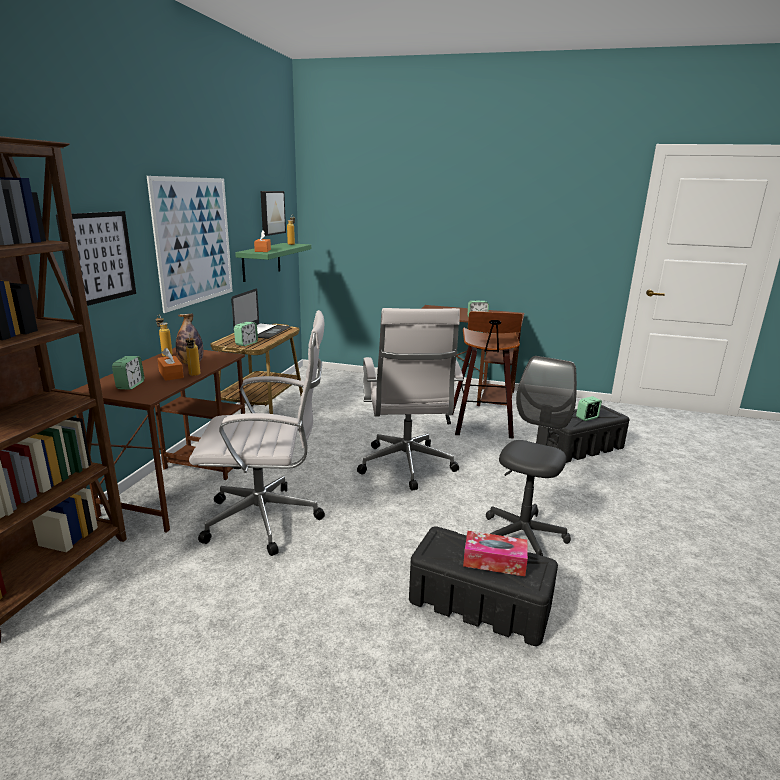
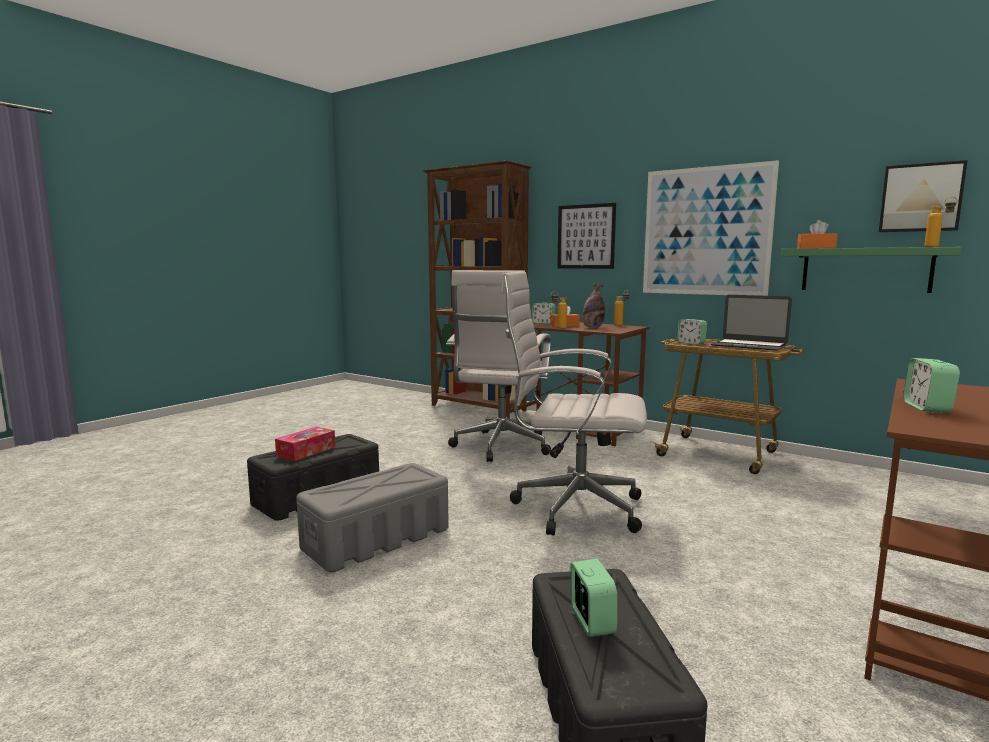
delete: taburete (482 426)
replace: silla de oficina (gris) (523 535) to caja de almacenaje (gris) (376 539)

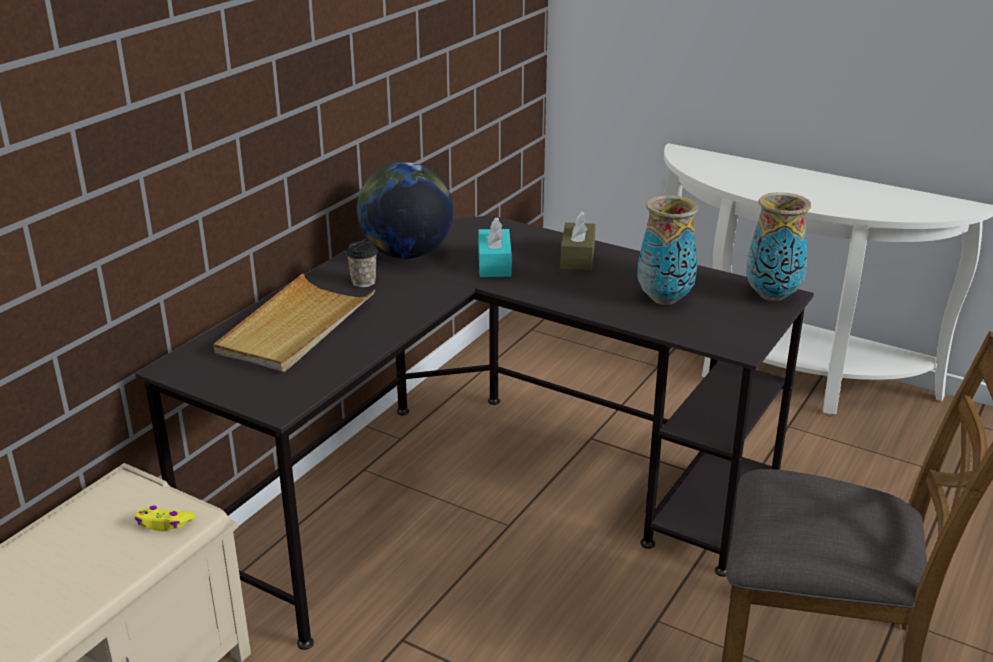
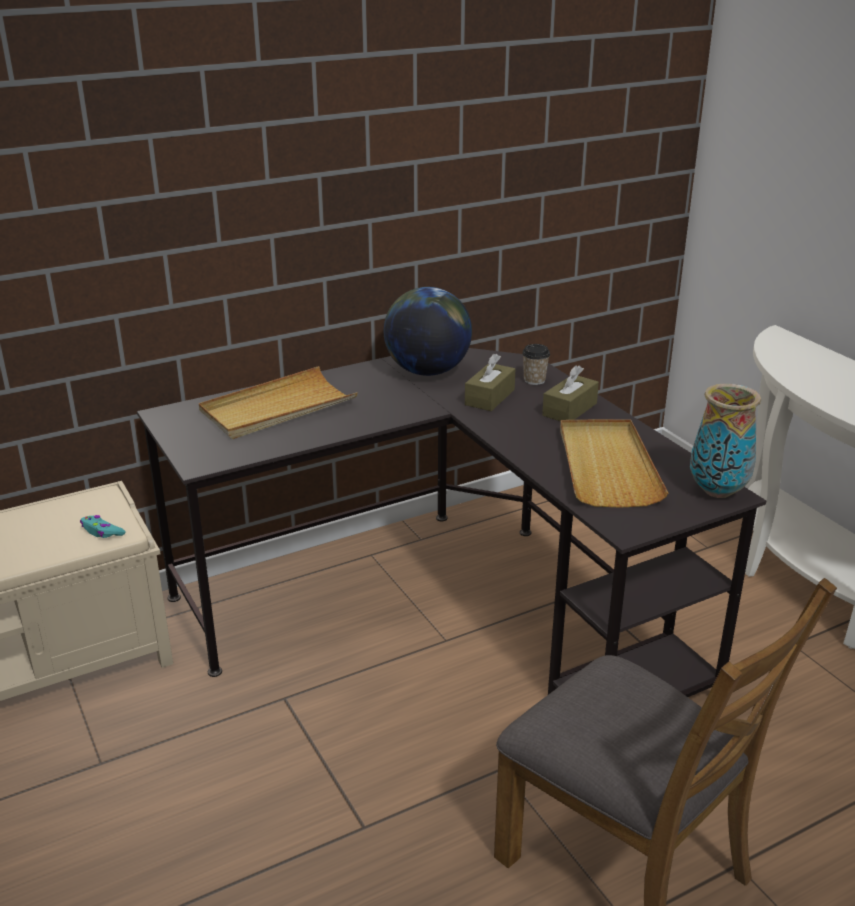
move: taza (363 282) to (534 380)
replace: florero (664 299) to bandeja (beis) (606 466)
recolor: mando de consola (amarillo) (164 523) to mando de consola (turquesa) (102 532); caja de pañuelos (turquesa) (494 264) to caja de pañuelos (marrón) (489 397)

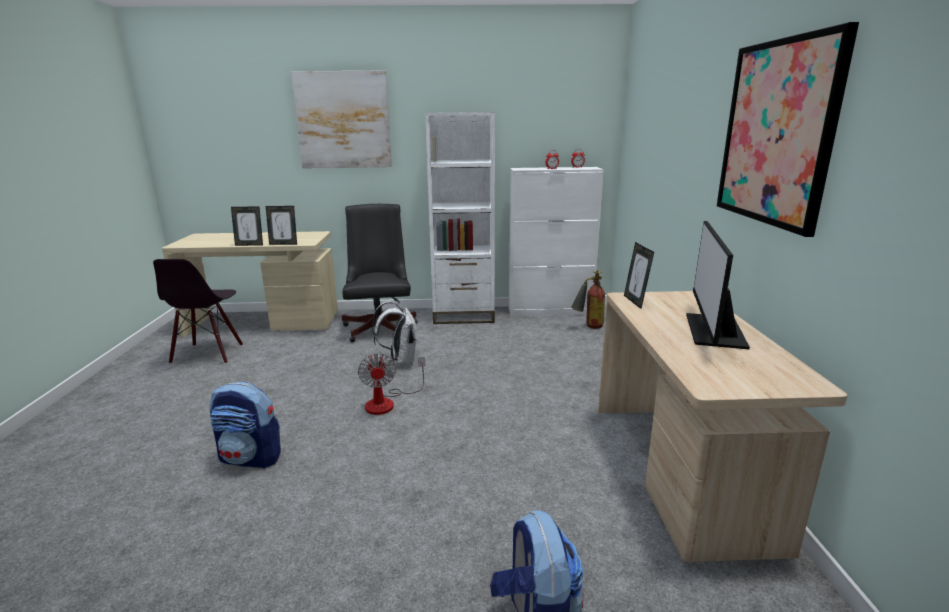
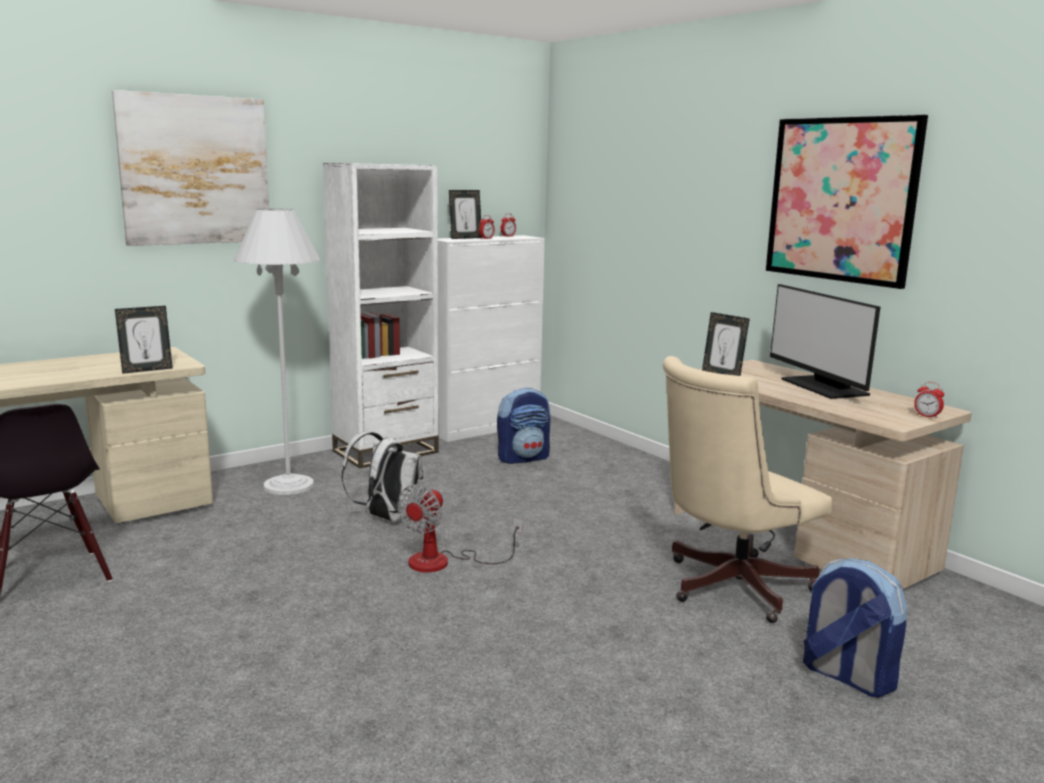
delete: extintor (588 327)
insert: silla de oficina (beis) (728 587); despertador (927 416)
move: mochila (251 458) to (523 458); portarretratos (250 245) to (465 238)
replace: silla de oficina (negro) (380 327) to lámpara de pie (blanco) (288 485)
rotate: ventilador (387 402) = (443 562) 75 degrees clockwise

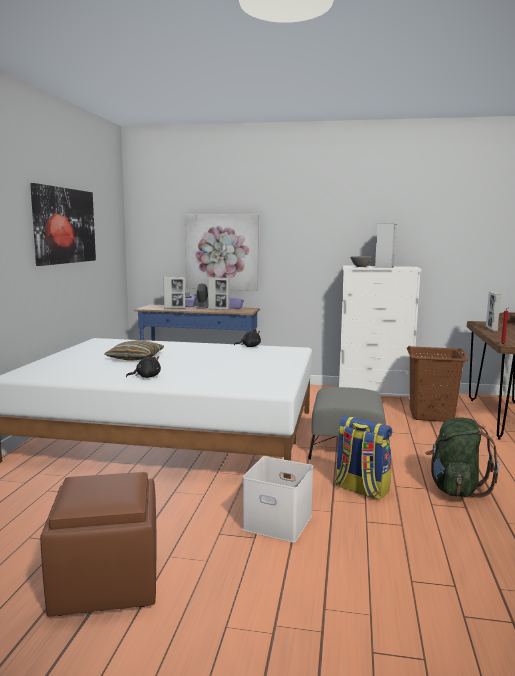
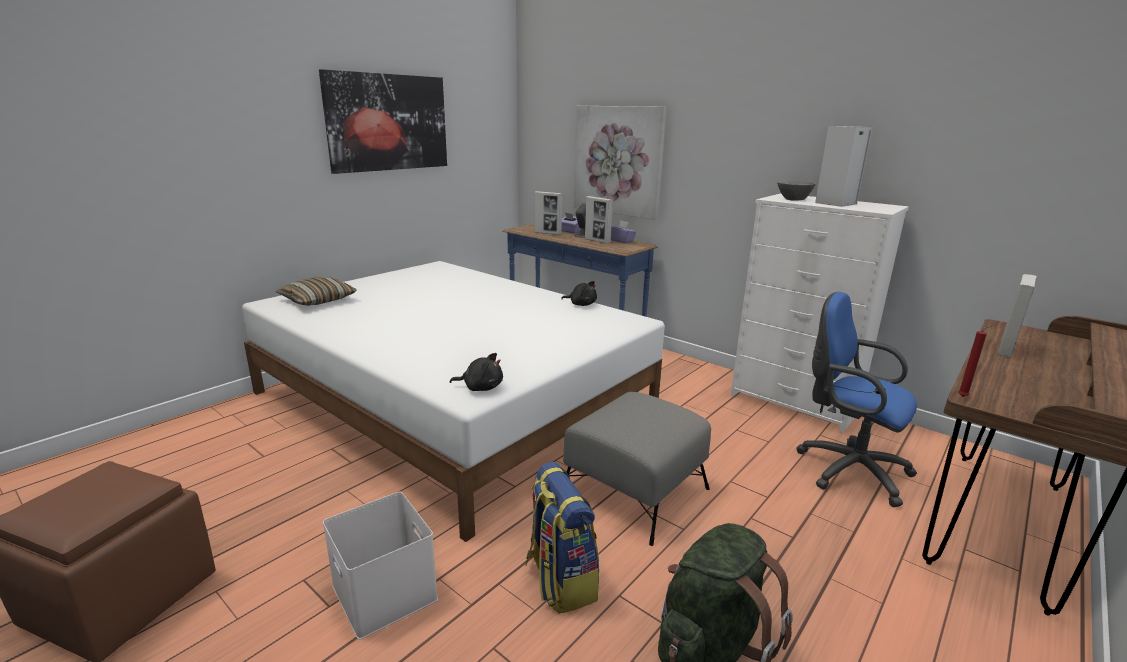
move: cojín (135 358) to (318 300); peluche (negro) (146 377) to (481 387)
replace: cesto de la ropa (marrón) (430 415) to silla de oficina (azul) (847 469)

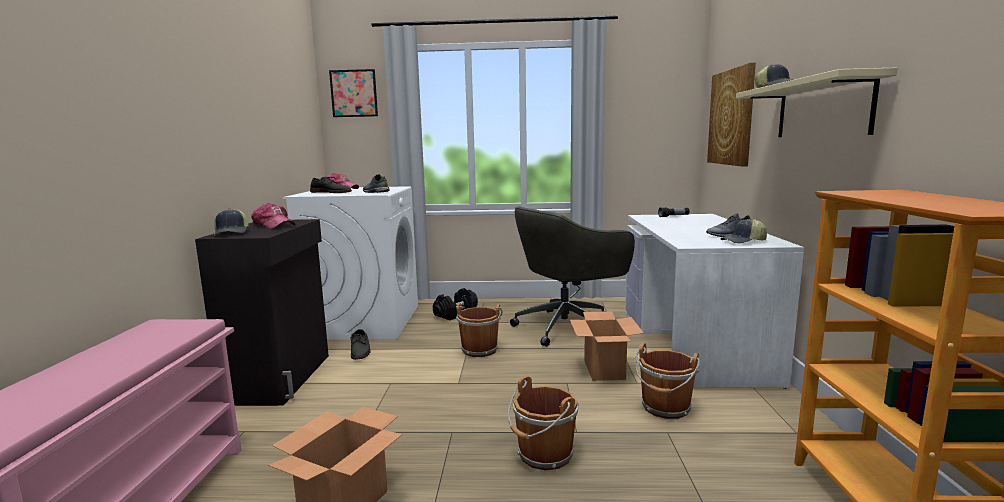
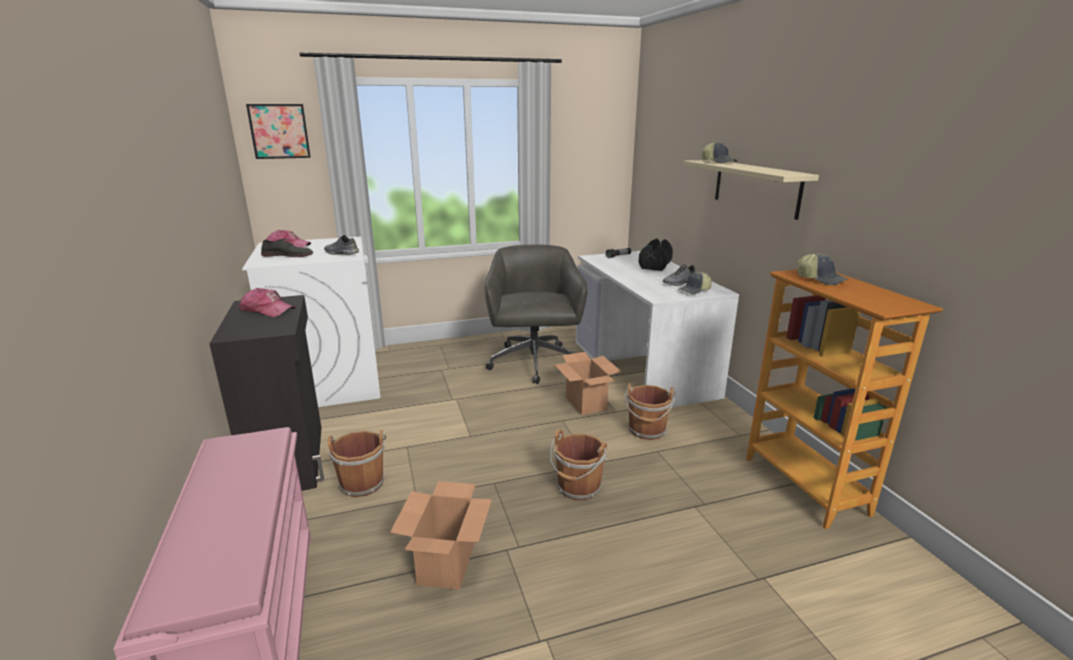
delete: zapato (gris) (360 351); cuadro (732 117)
move: gorra (232 233) to (821 279); mancuerna (negro) (456 314) to (655 265); cubo (marrón) (479 349) to (362 482)
rotate: silla de oficina (gris) (567 327) = (534 363) 135 degrees clockwise

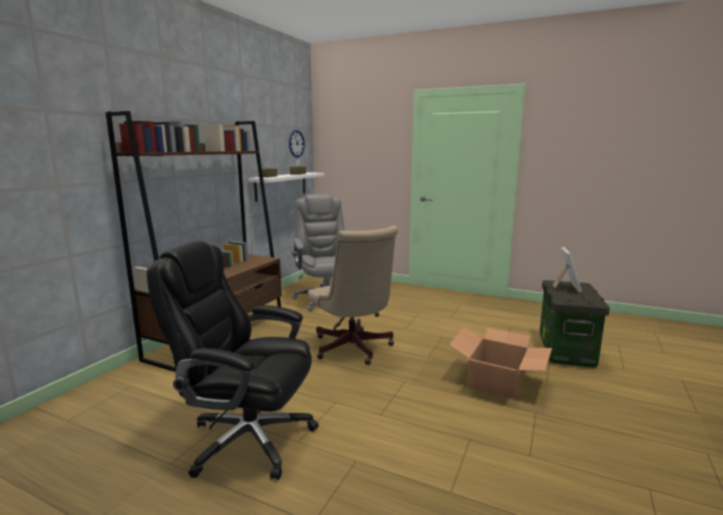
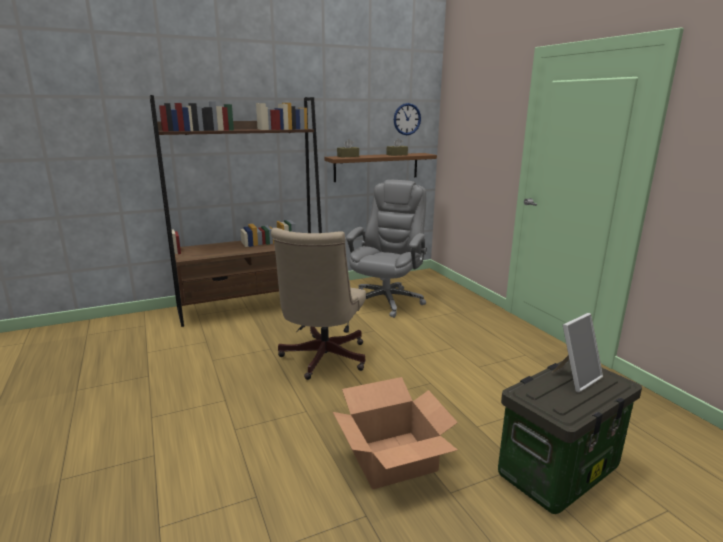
delete: silla de oficina (negro) (247 438)
recolor: estante (blanco) (281 186) to estante (marrón) (376 167)

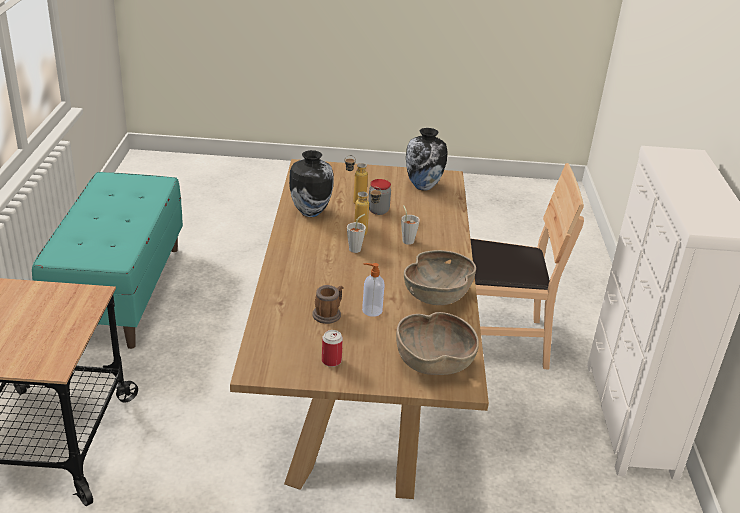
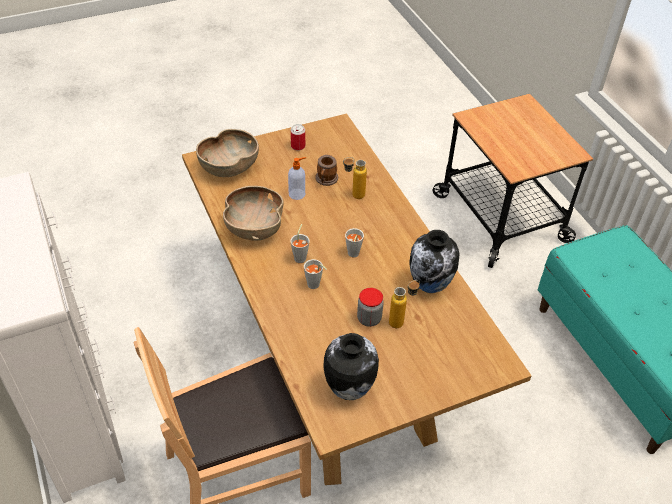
insert: taza (gris) (301 256)
move: botella (366 234) to (353 196)

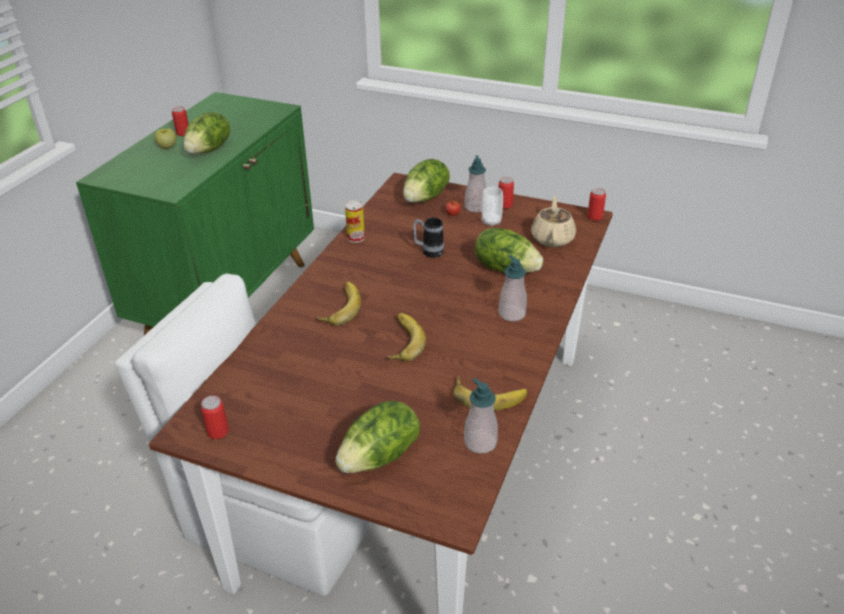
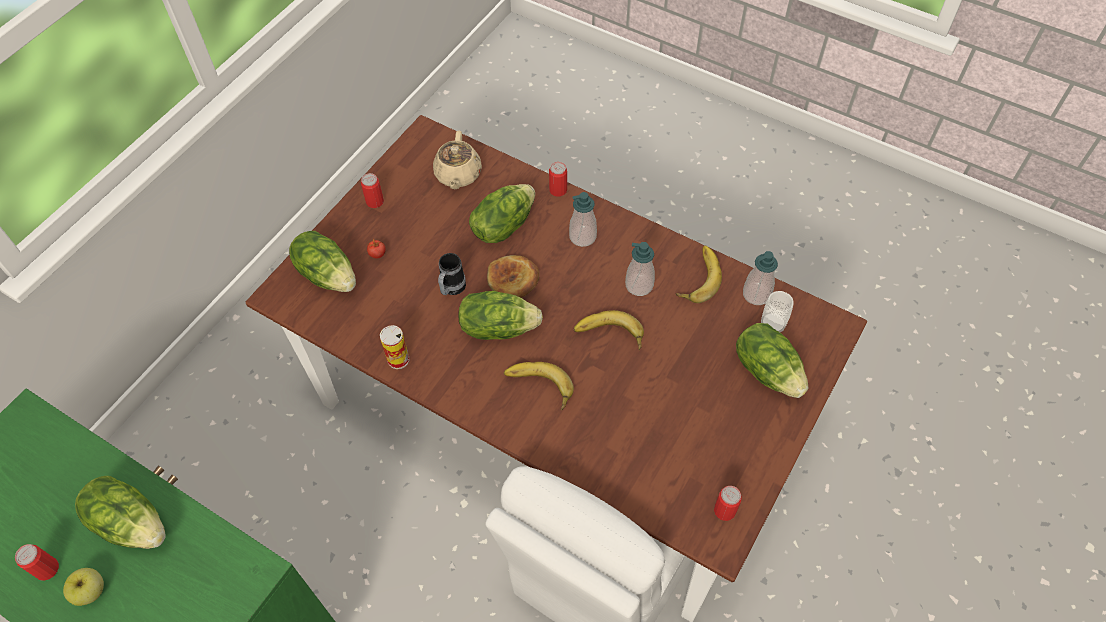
insert: lechuga (498 327); pan (512 279)
move: dispensador de jabón (475 207) to (639 285); taza (491 222) to (772 325); lata (594 217) to (558 190)
rotate: tetera (beis) (552 238) = (458 175) 105 degrees counterclockwise

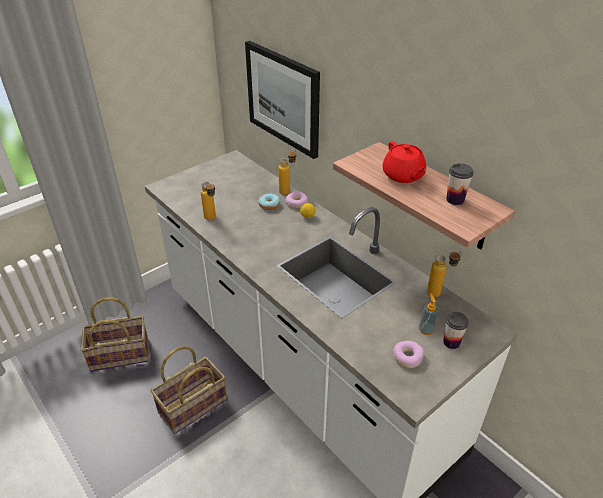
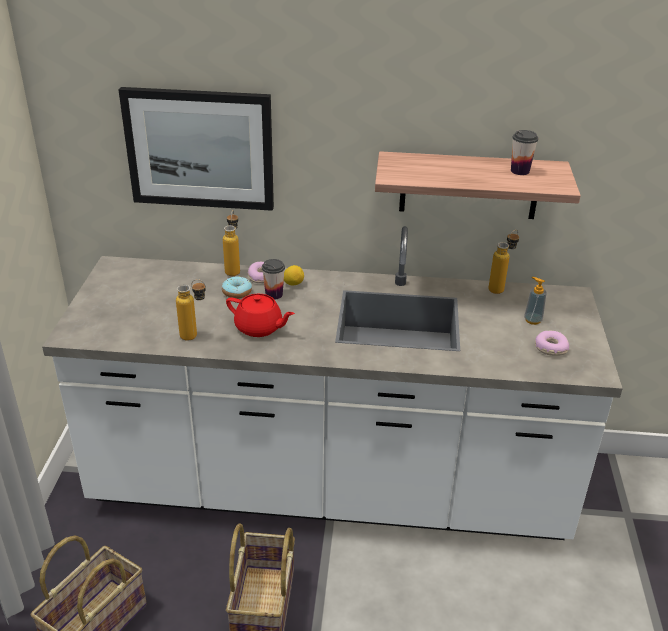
move: tetera (rojo) (403 176) to (259 328); taza (451 342) to (274 294)

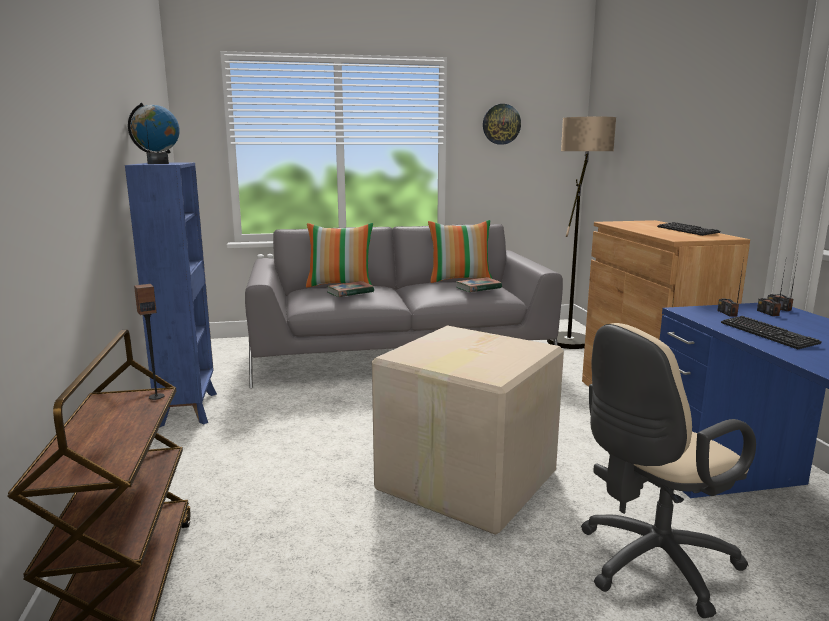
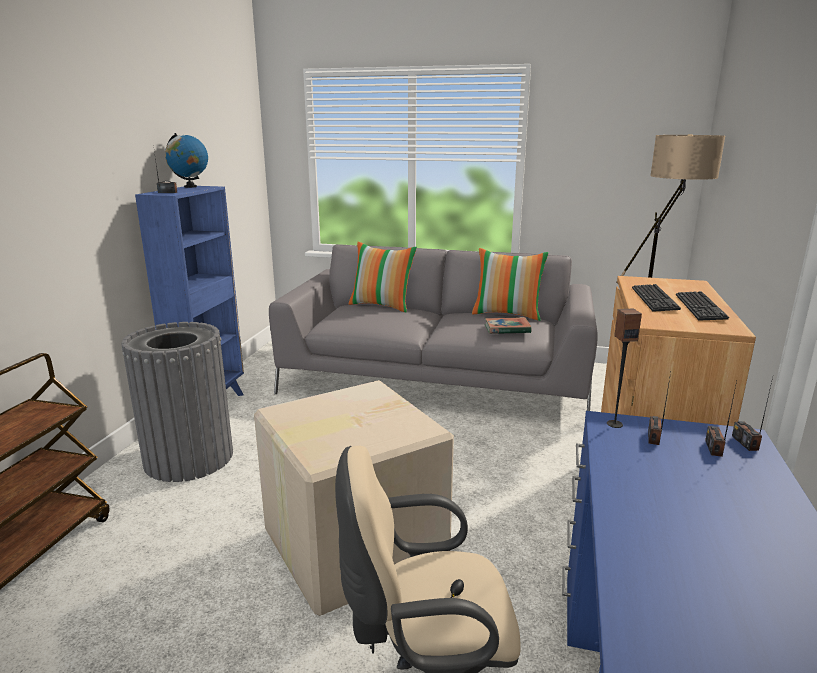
delete: libro (350 292); reloj de pared (501 124)
insert: papelera (gris) (189 458)
move: altavoz (156 396) to (614 424); teclado (767 334) to (654 299)

